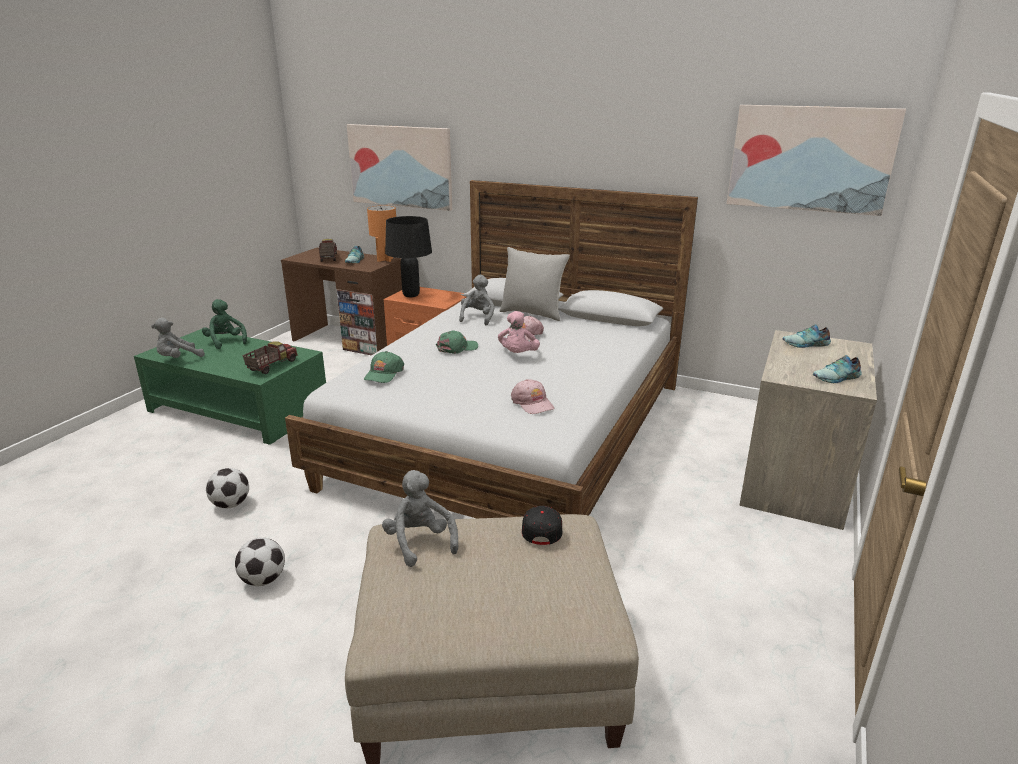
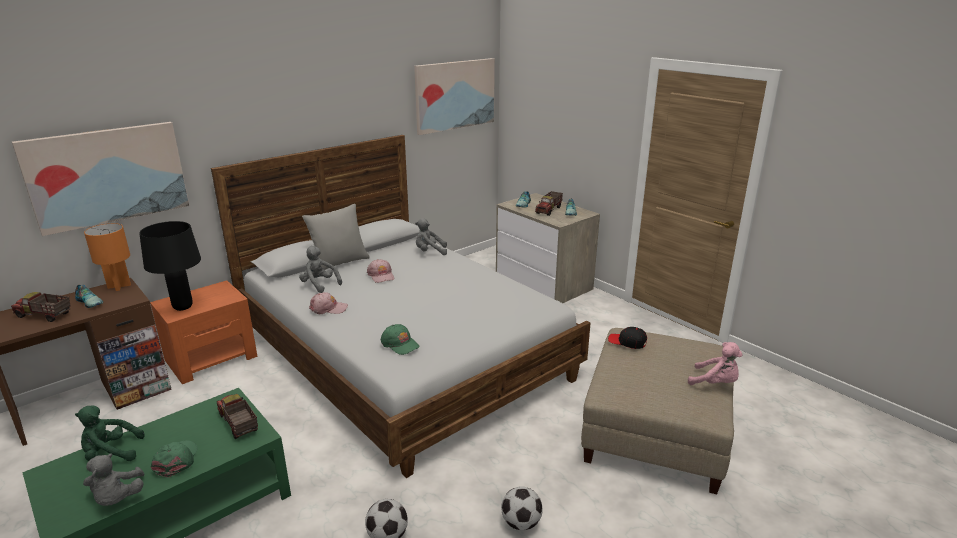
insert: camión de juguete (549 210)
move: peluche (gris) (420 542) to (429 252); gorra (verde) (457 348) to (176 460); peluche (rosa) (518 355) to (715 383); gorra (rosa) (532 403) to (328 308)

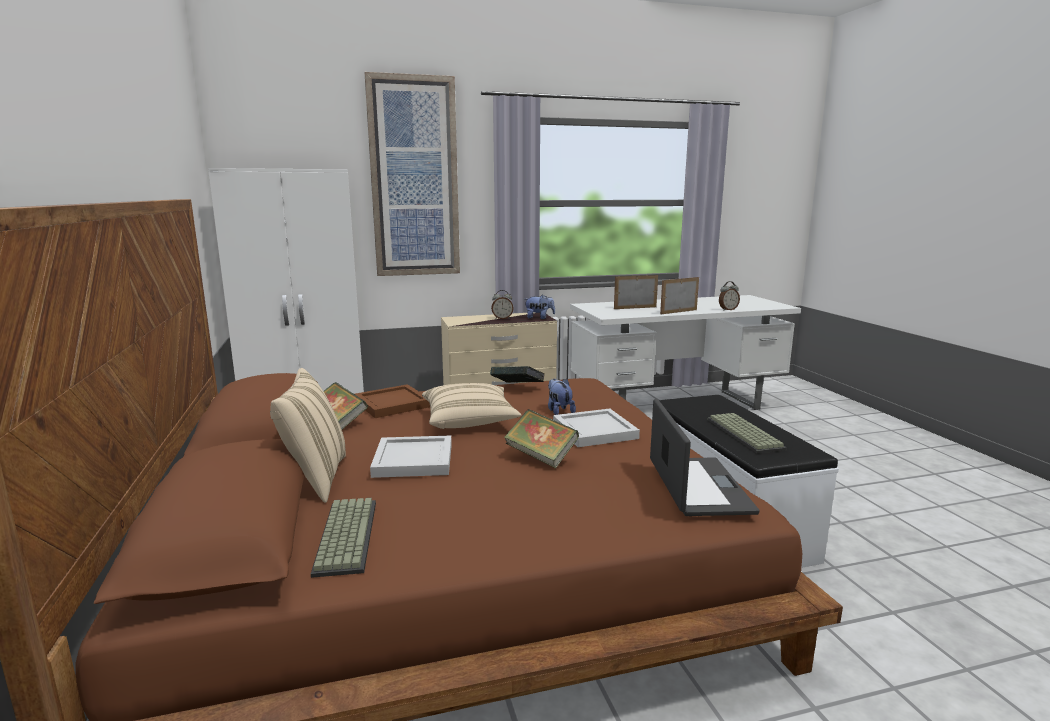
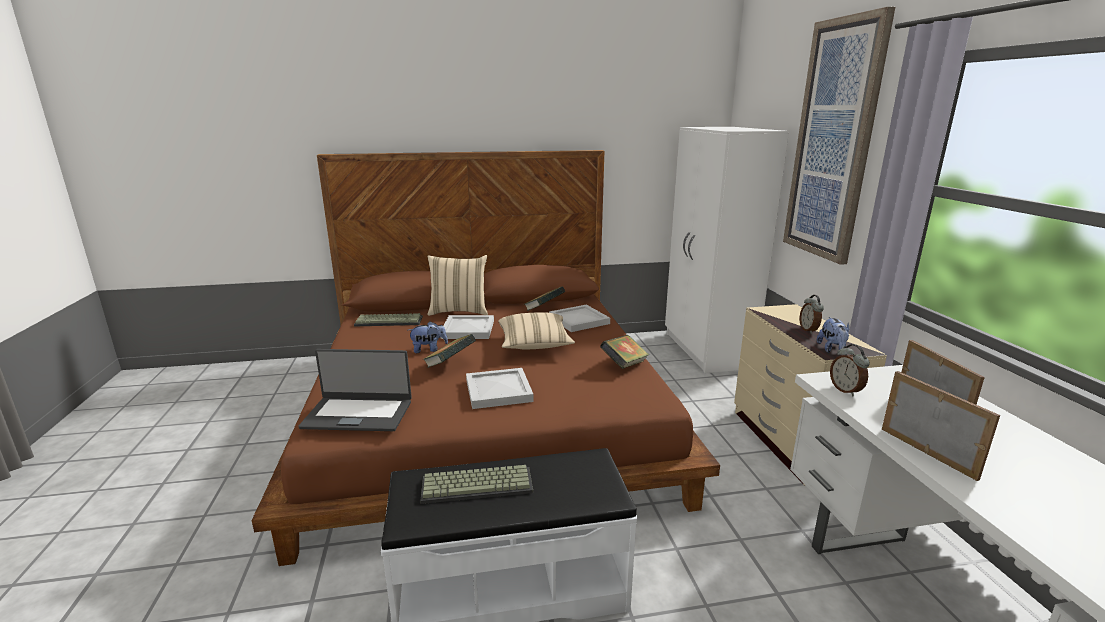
move: peluche (559 411) to (429 349); despertador (727 310) to (846 390)
recolor: bandeja (marrón) (391 404) to bandeja (blanco) (579 320)

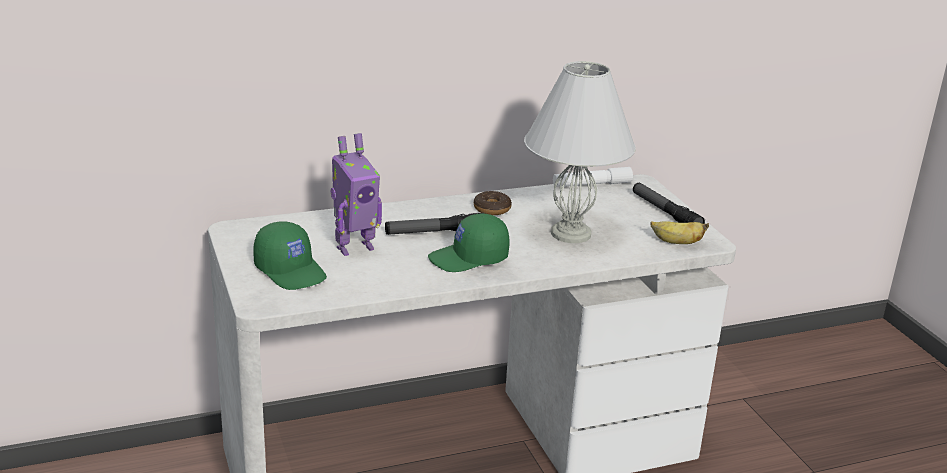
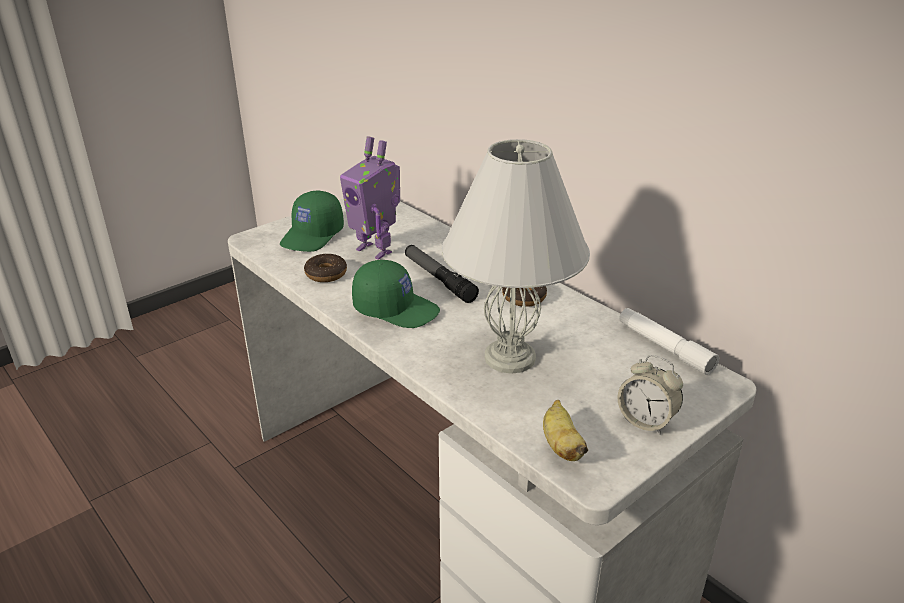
insert: rosquilla (326 274)
replace: linterna (665 213) to despertador (646 421)
rotate: gorra (verde) (469 259) = (396 309) 150 degrees clockwise

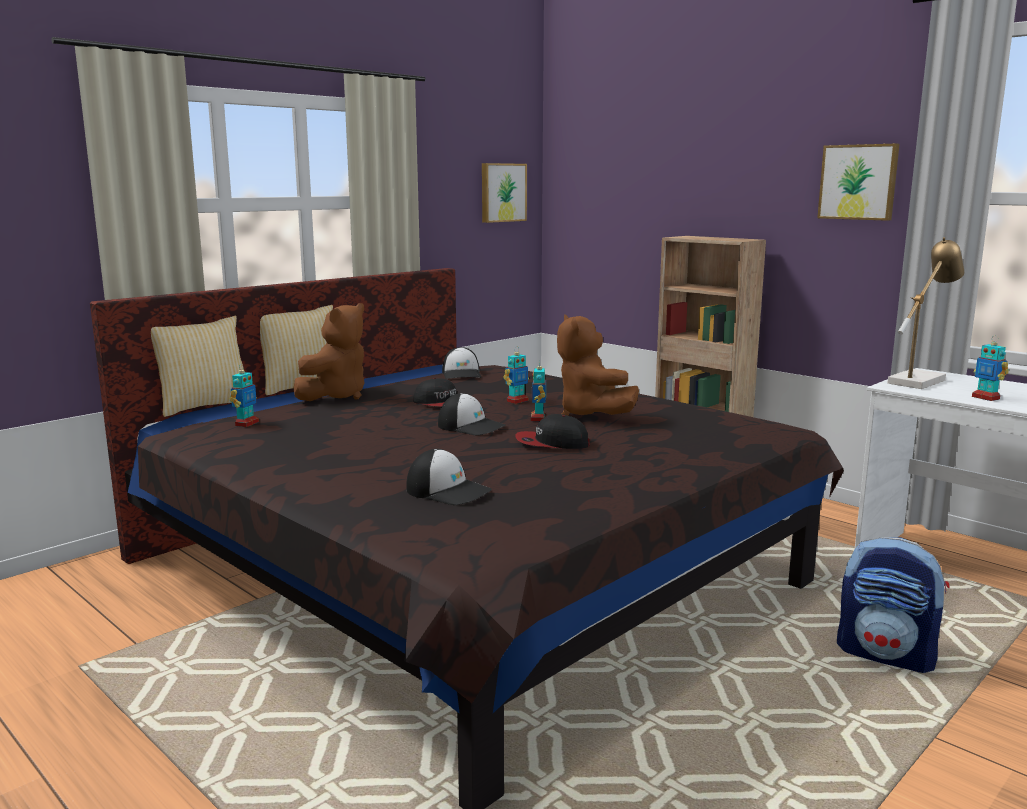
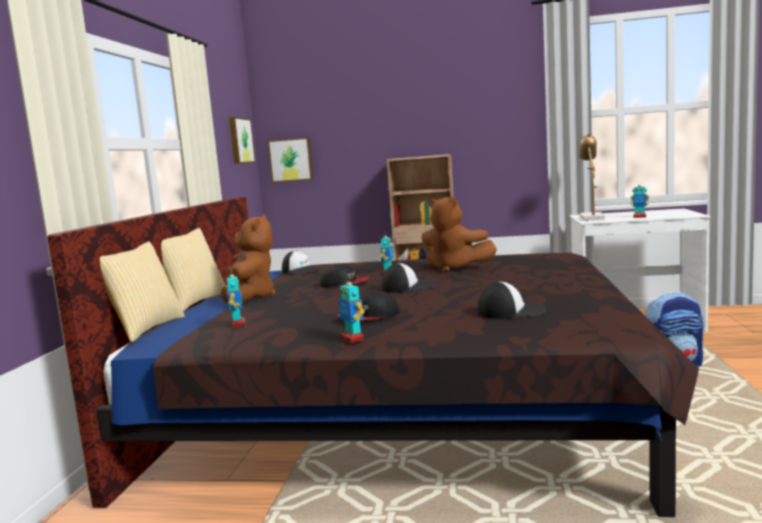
move: gorra (551 443) to (369 317); robot de juguete (538 418) to (352 339); cuadro (858 182) to (291 160)

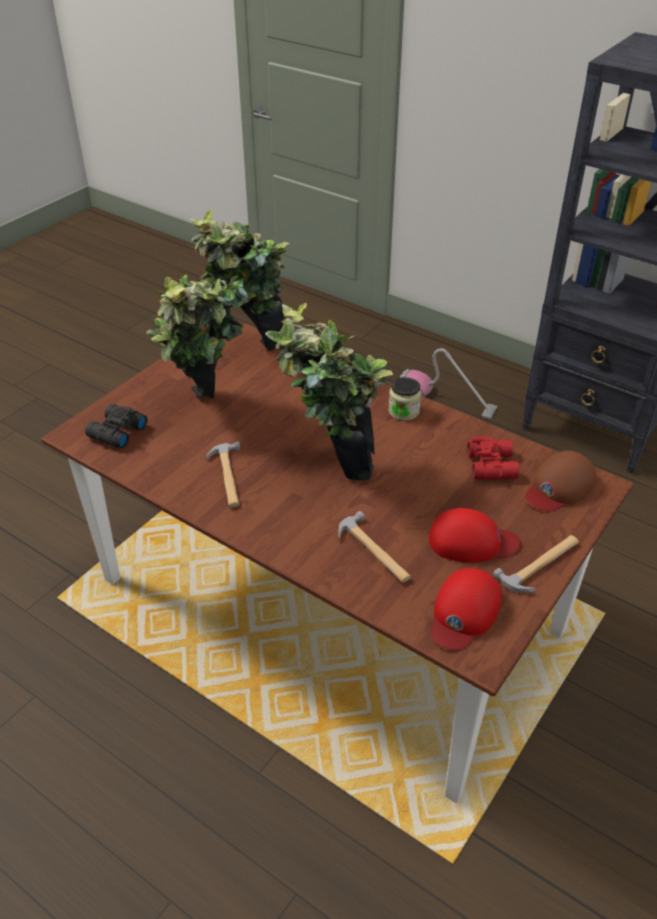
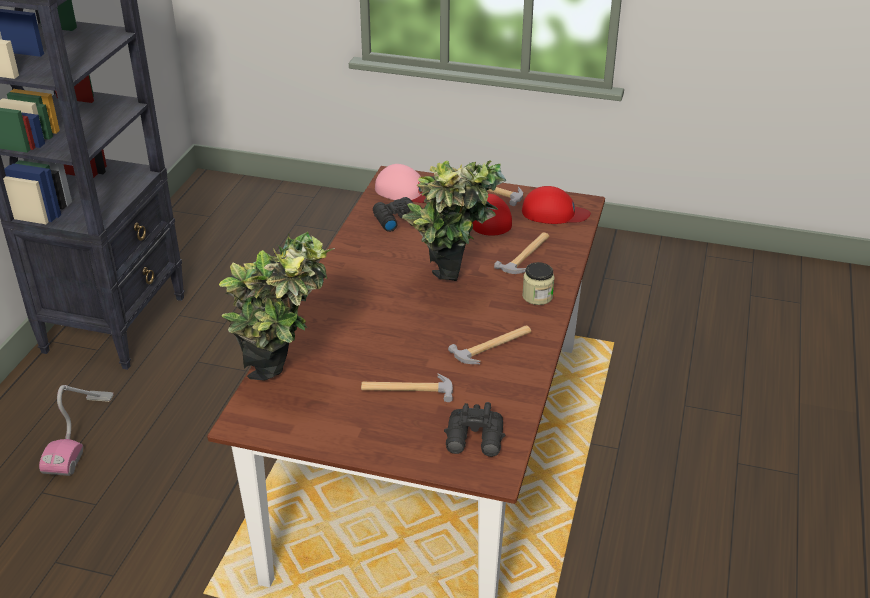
move: tarro (403 411) to (537 296)
replace: planta en maceta (205 411) to martillo (407 389)
recolor: prismáticos (rojo) (492 465) to prismáticos (negro) (396 220); gorra (marrón) (559 487) to gorra (rosa) (405 191)

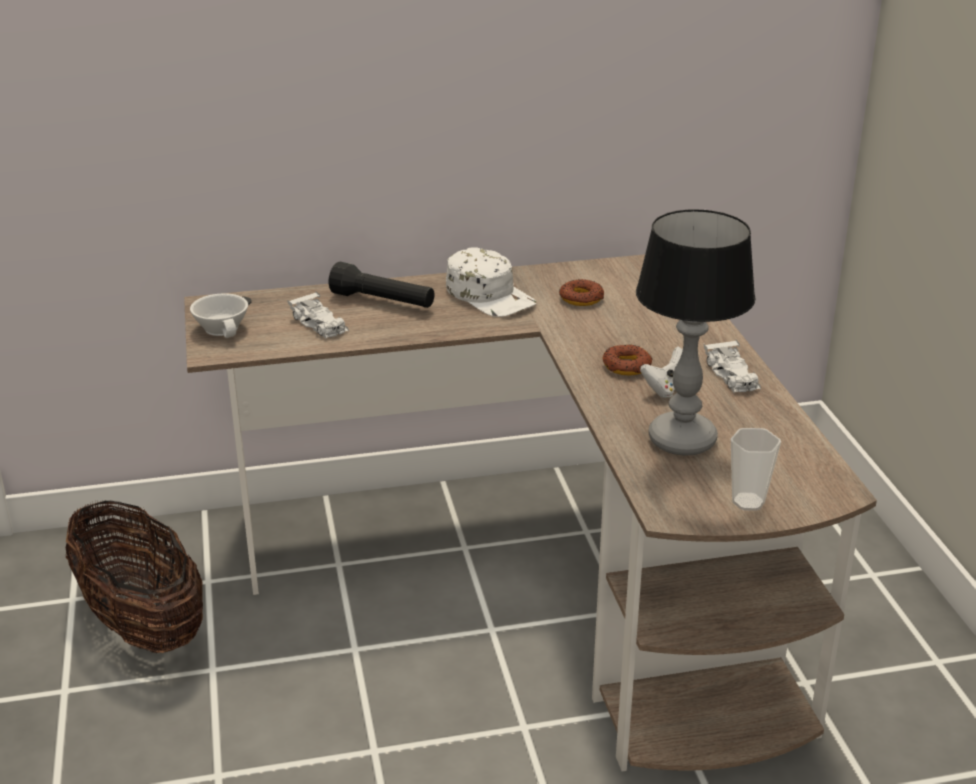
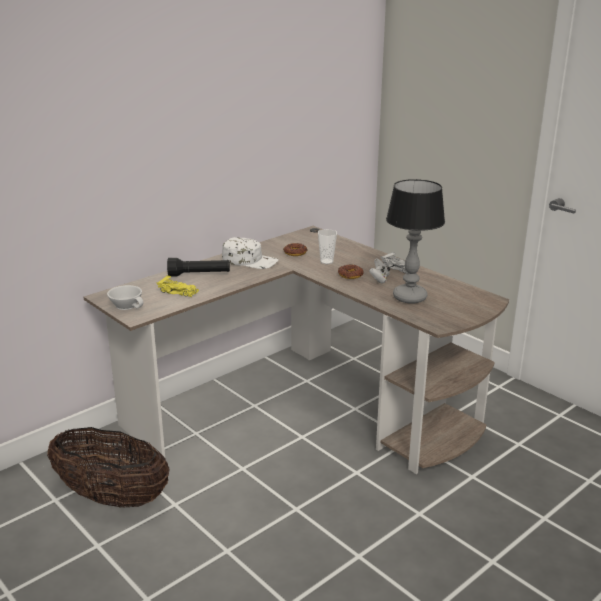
move: taza (748 502) to (326 261)
recolor: coche de juguete (blanco) (320 324) to coche de juguete (amarillo) (179 291)

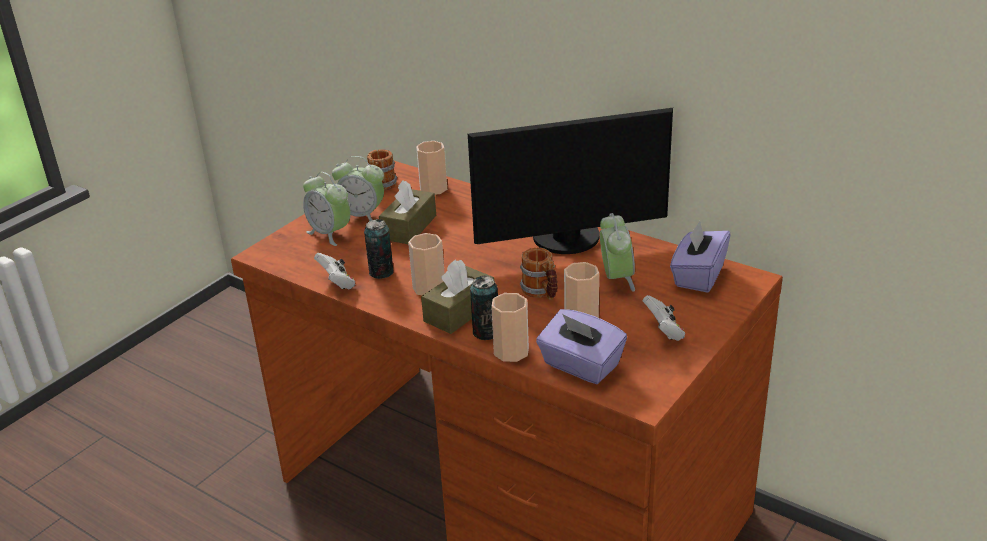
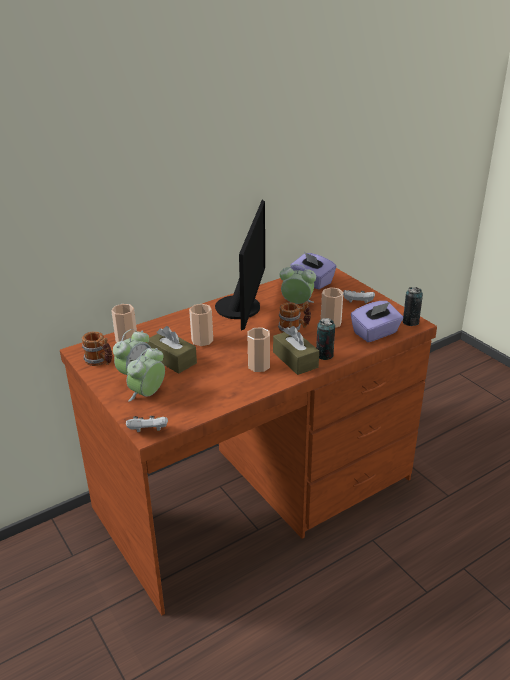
move: mando de consola (blanco) (337 283) to (148 432); lata (381 272) to (410 322); taza (511 351) to (202 340)
rotate: despertador (330 233) = (148 394) 150 degrees clockwise

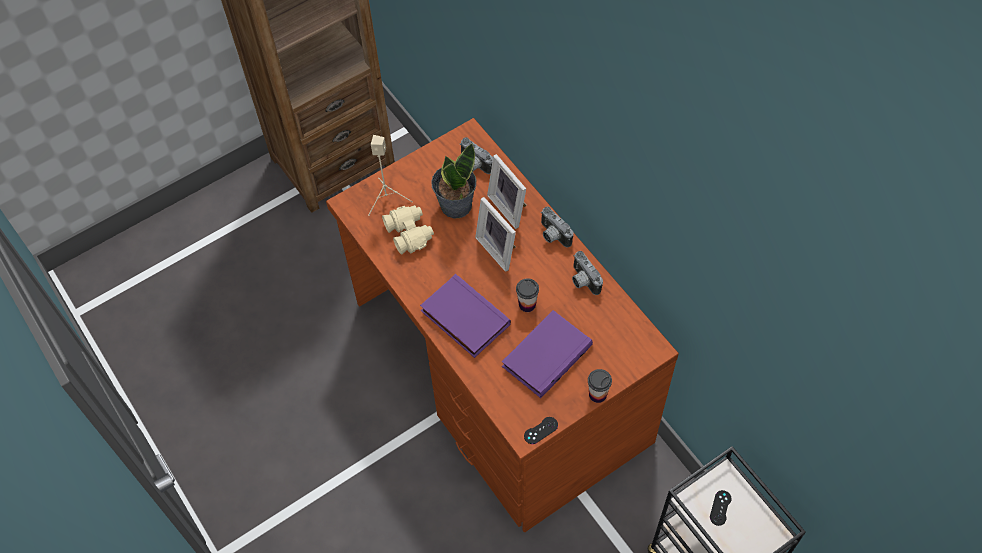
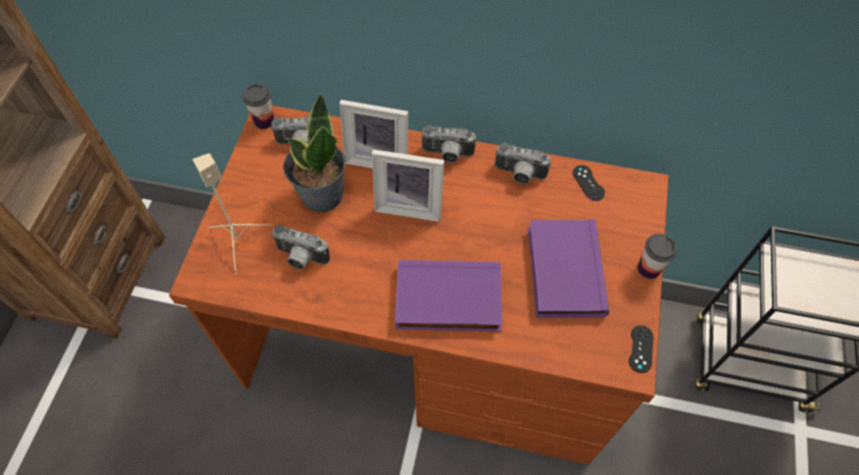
move: taza (527 304) to (264 121); mando de consola (negro) (720 508) to (588 183)
replace: prismáticos (beis) (409 233) to cámara (300 258)

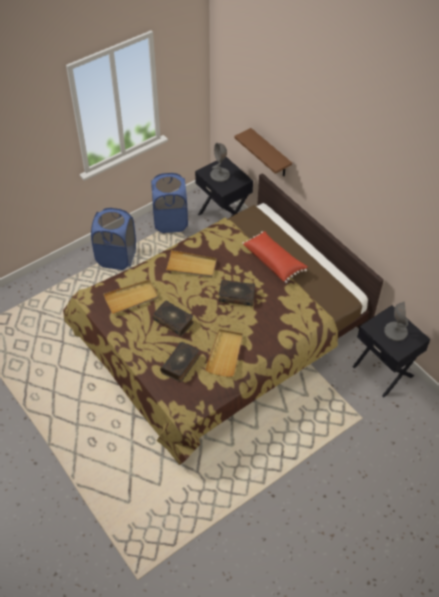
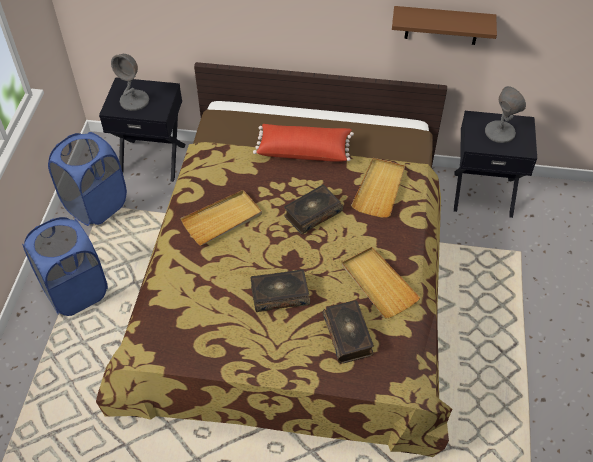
move: bandeja (beis) (131 298) to (379 189); estante (marrón) (270 154) to (442 25)

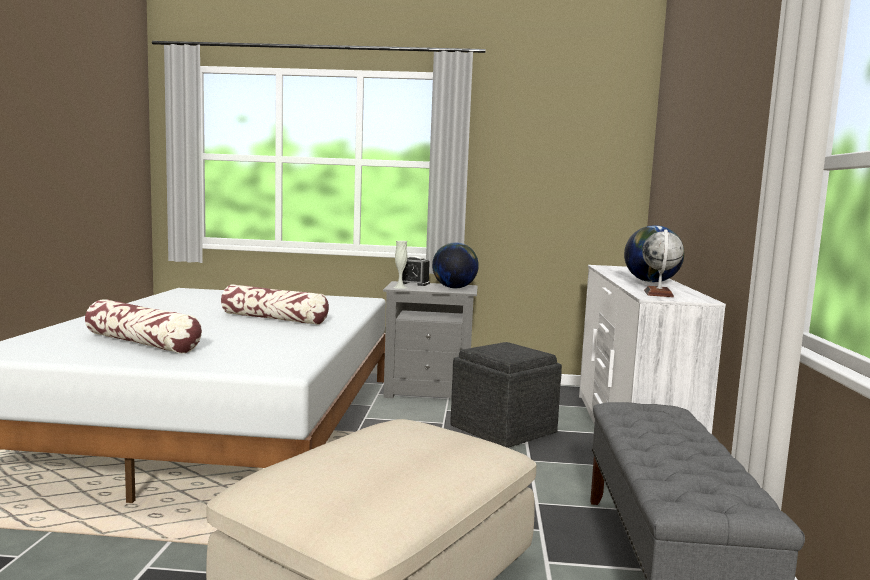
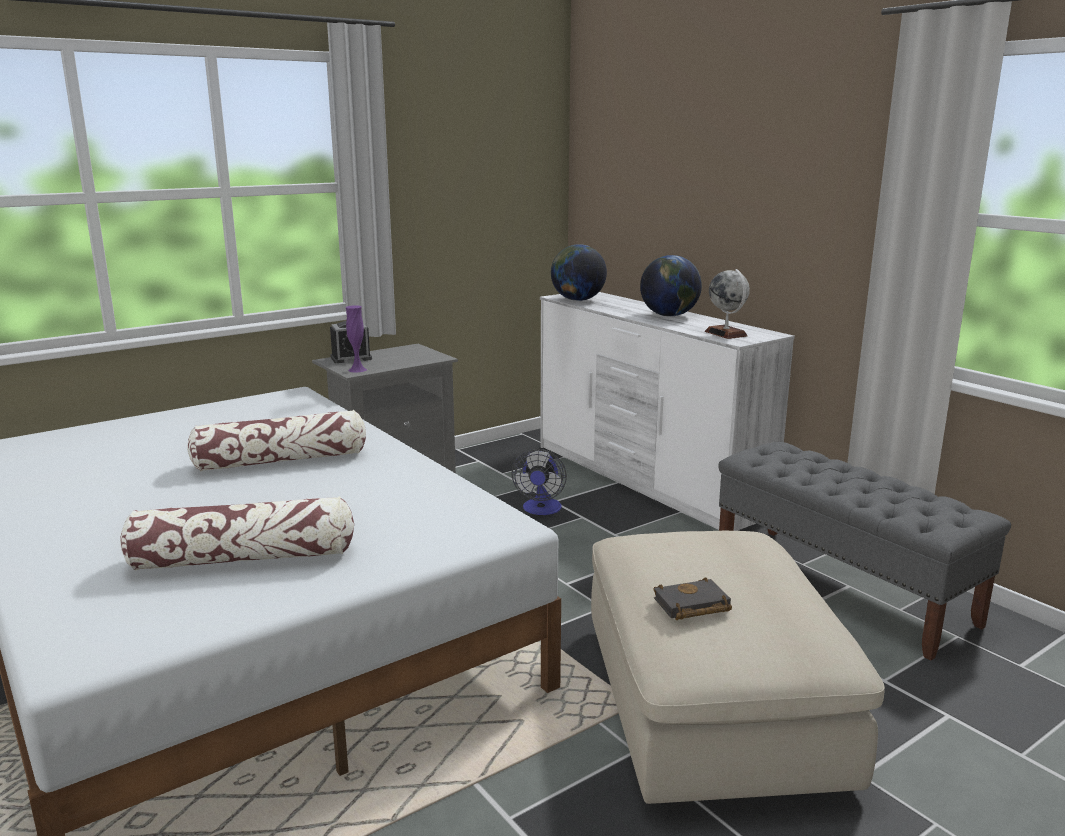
insert: libro (negro) (691 606)
move: globo terráqueo (454 288) to (577 300)
replace: puf (gris) (504 429) to ventilador (541 510)
recolor: florero (blanco) (400 287) to florero (morado) (357 370)

